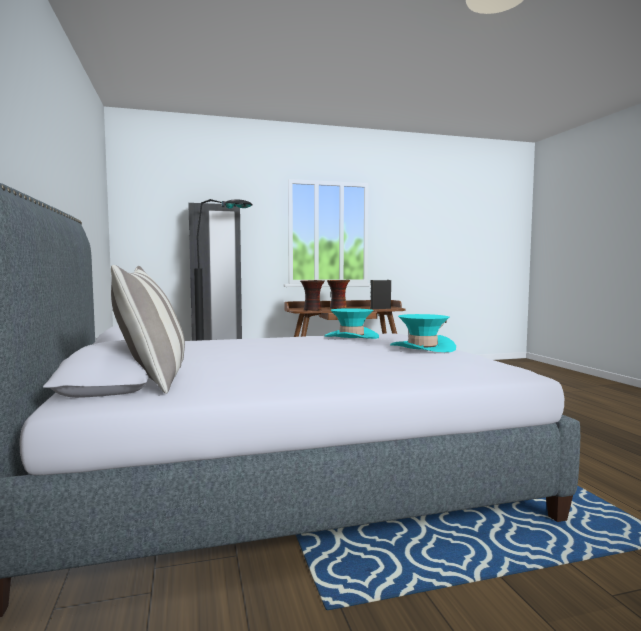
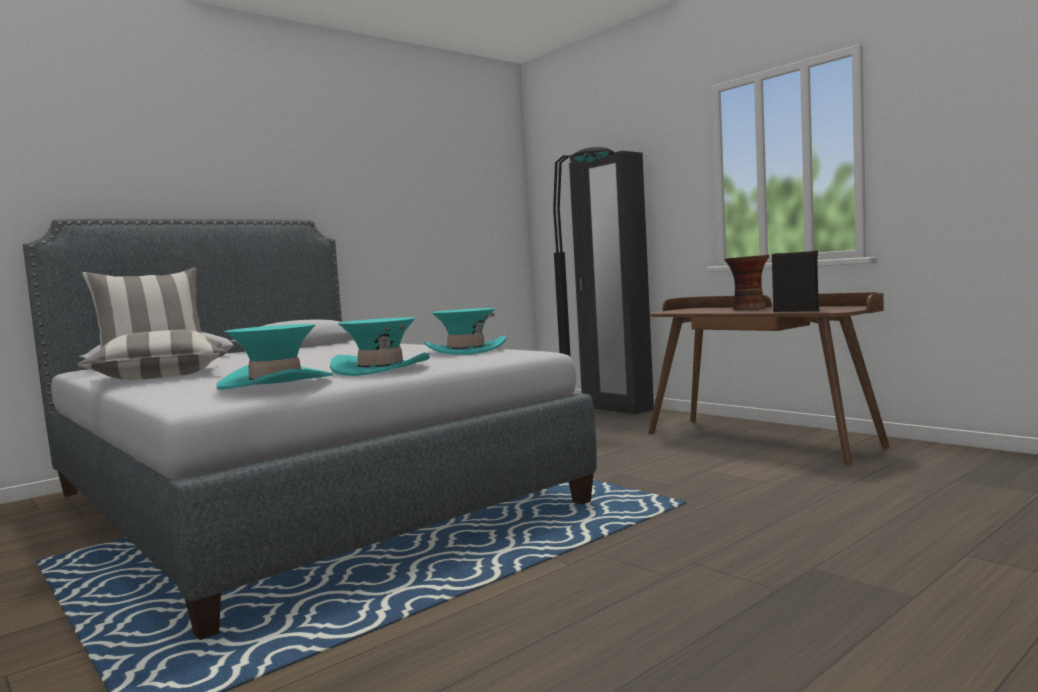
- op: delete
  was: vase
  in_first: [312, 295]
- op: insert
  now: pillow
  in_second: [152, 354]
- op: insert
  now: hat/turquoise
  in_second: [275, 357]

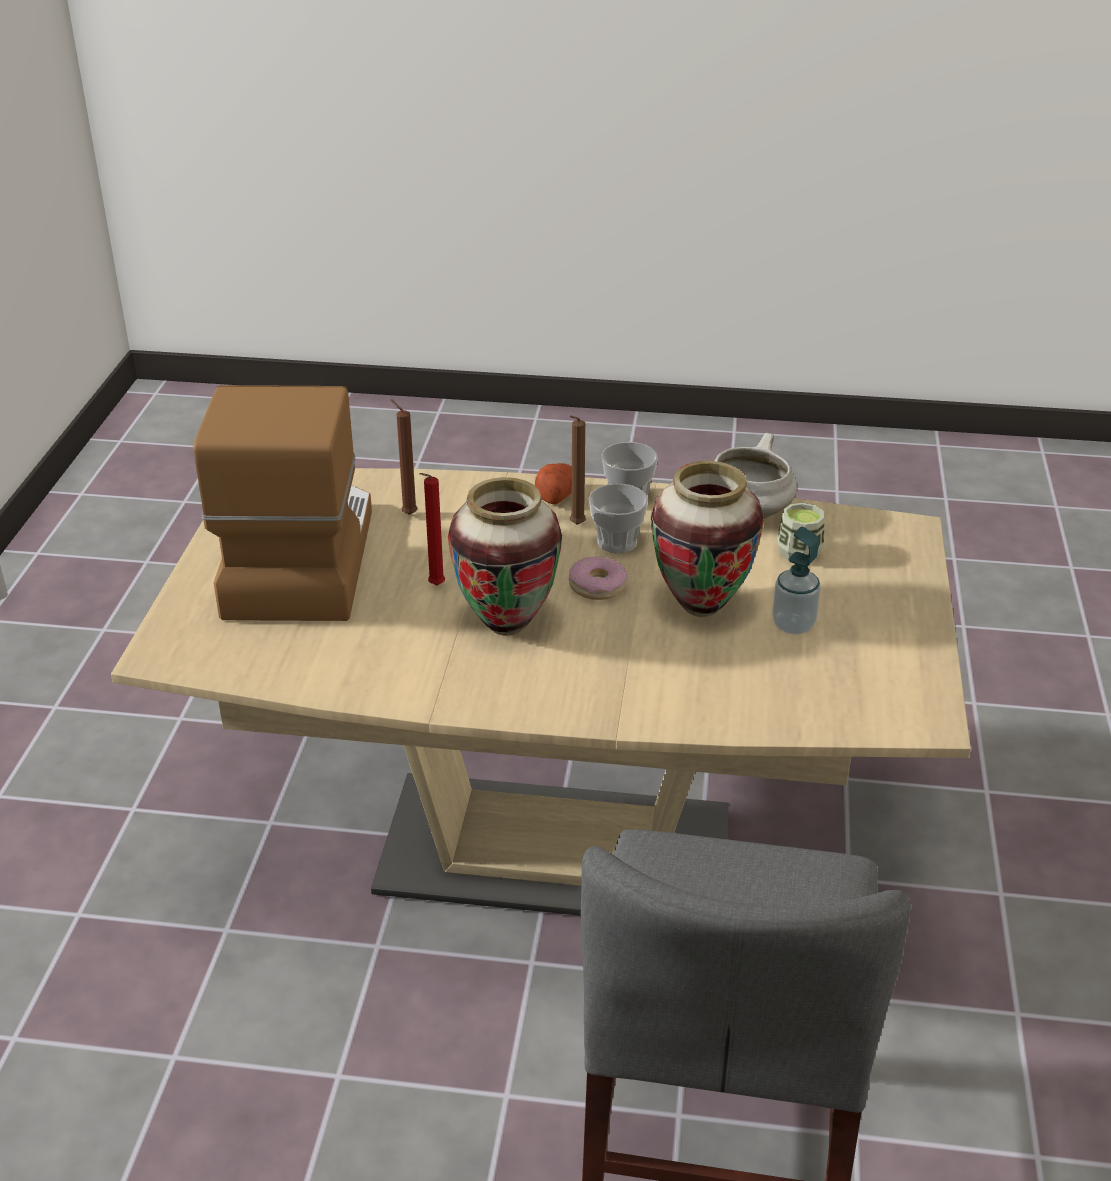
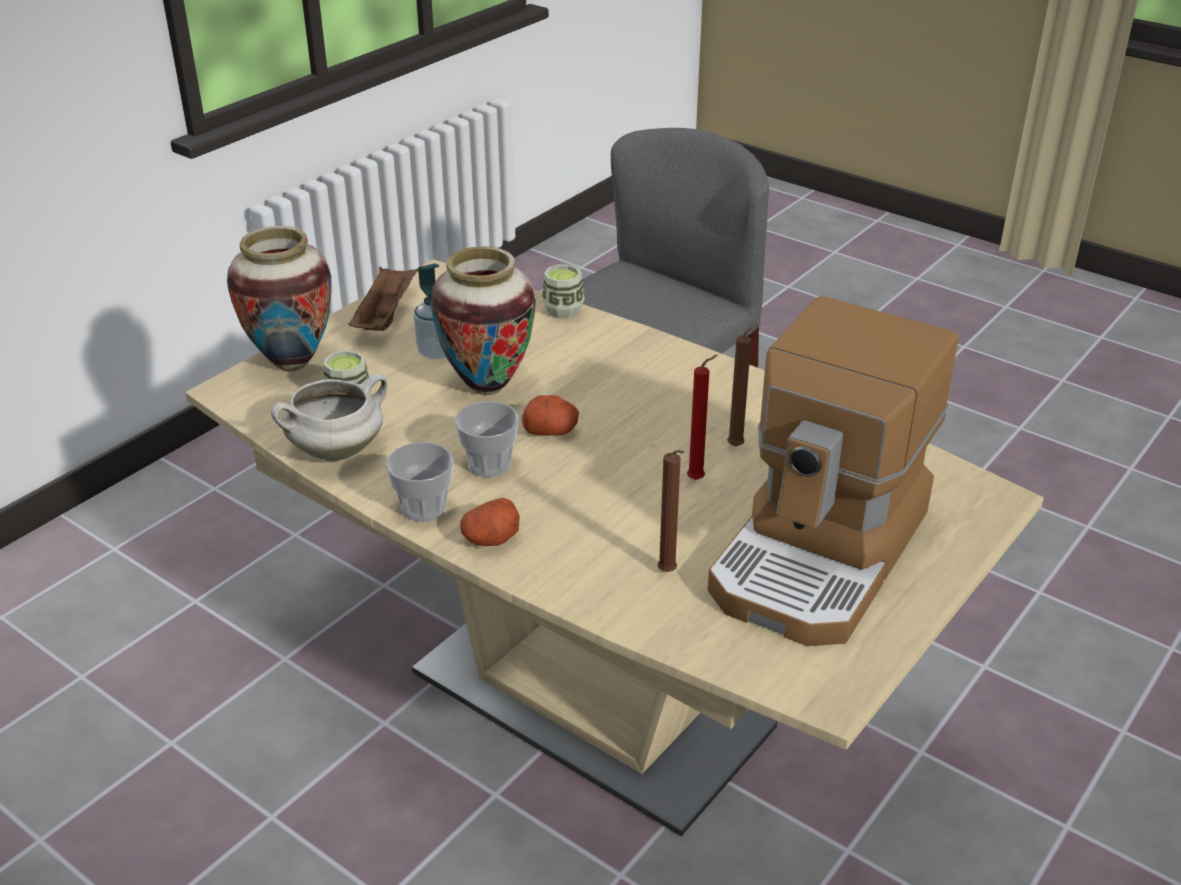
- op: insert
  now: tray/brown
  in_second: [383, 298]
- op: insert
  now: cup
  in_second: [563, 291]
- op: move
  was: vase
  in_first: [505, 556]
  in_second: [279, 298]
- op: move
  was: candle/brown
  in_first: [578, 470]
  in_second: [743, 385]
- op: replace
  was: donut
  now: potato
  in_first: [598, 578]
  in_second: [550, 415]

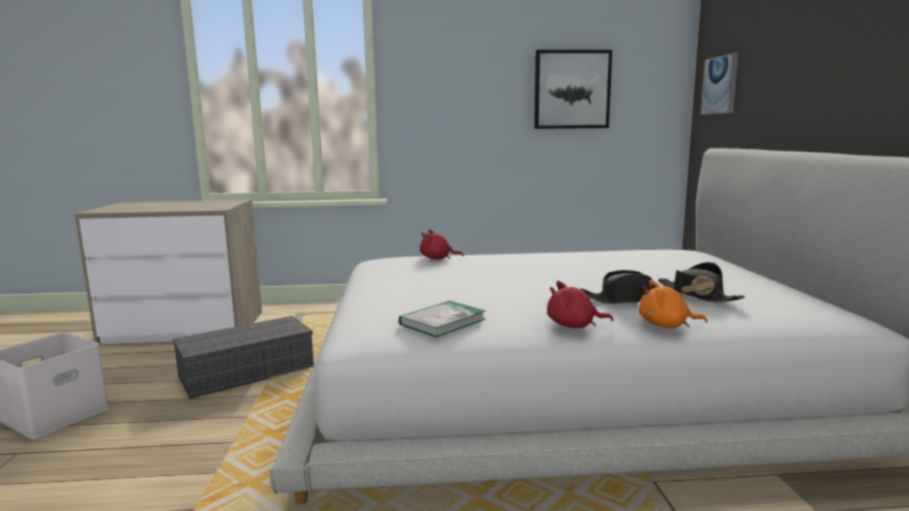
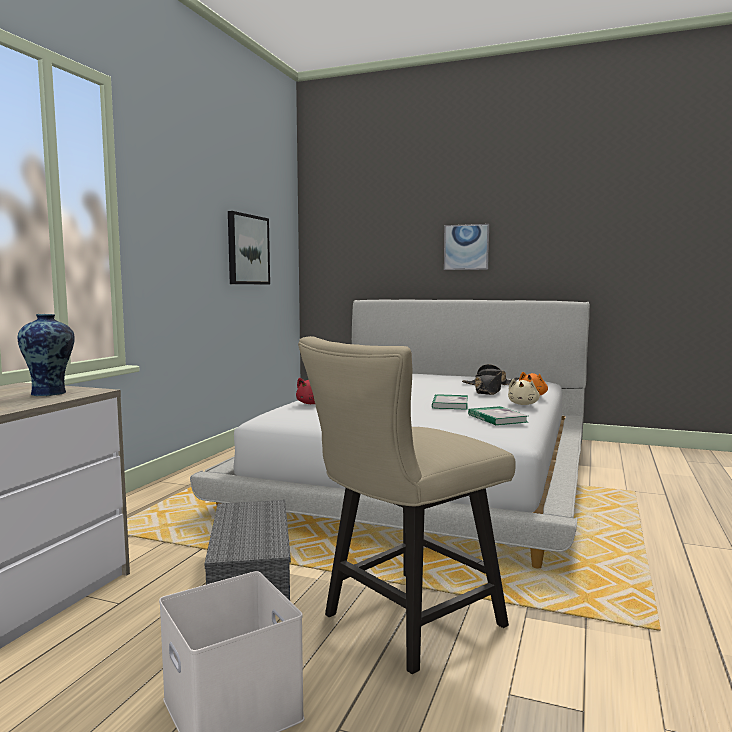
- op: insert
  now: vase
  in_second: [46, 355]
- op: insert
  now: chair/beige
  in_second: [407, 505]
- op: insert
  now: book
  in_second: [450, 402]
- op: move
  was: picture
  in_first: [719, 84]
  in_second: [466, 247]
- op: recolor
  was: plush toy/red
  now: plush toy/beige
  in_first: [580, 304]
  in_second: [524, 392]

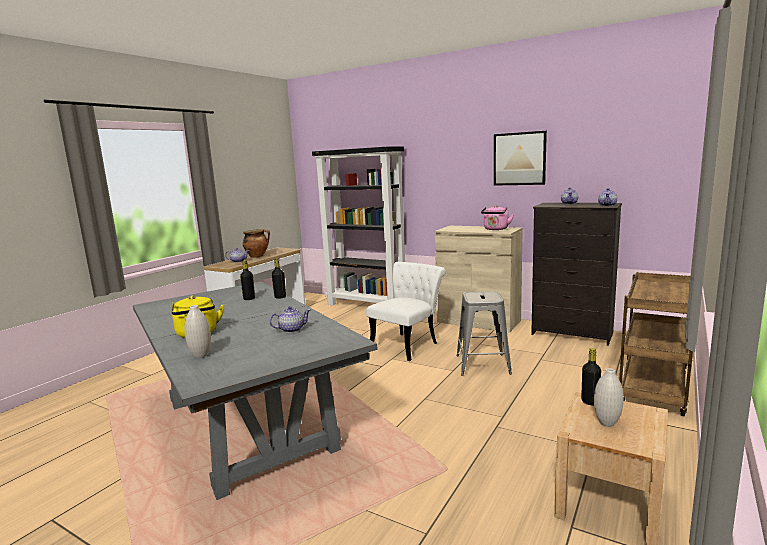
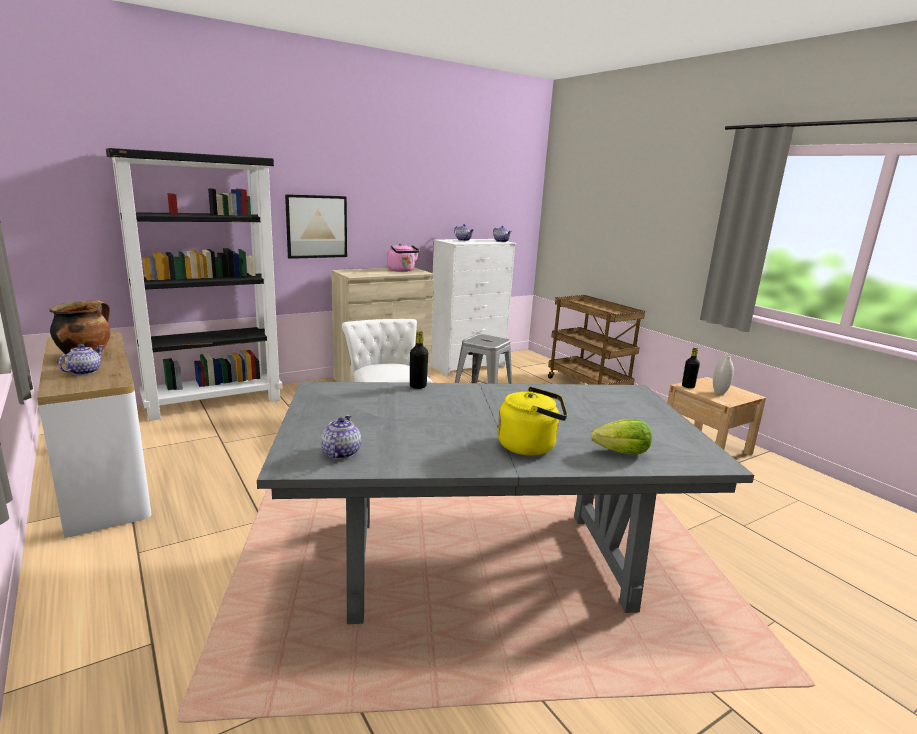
- op: delete
  was: bottle/black
  in_first: [247, 280]
- op: move
  was: teapot
  in_first: [290, 319]
  in_second: [341, 437]
- op: move
  was: picture
  in_first: [520, 158]
  in_second: [316, 226]
- op: replace
  was: vase/white
  now: lettuce
  in_first: [198, 331]
  in_second: [621, 437]
- op: recolor
  was: dresser/black
  now: dresser/white
  in_first: [576, 274]
  in_second: [473, 307]

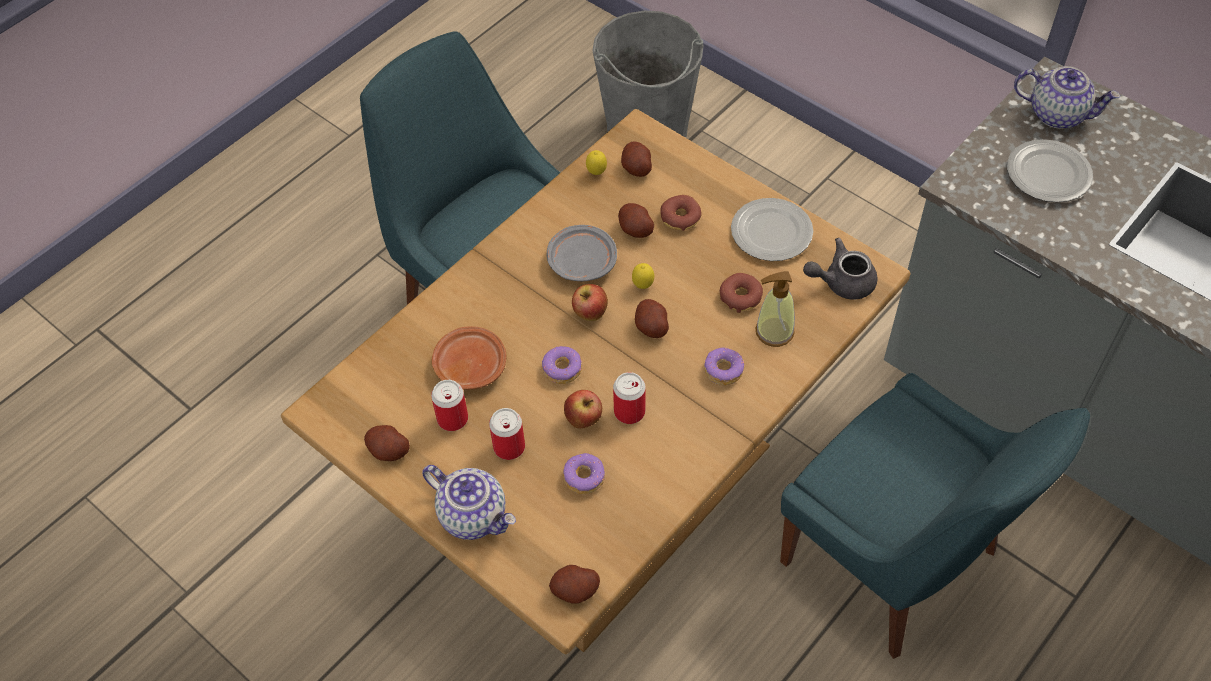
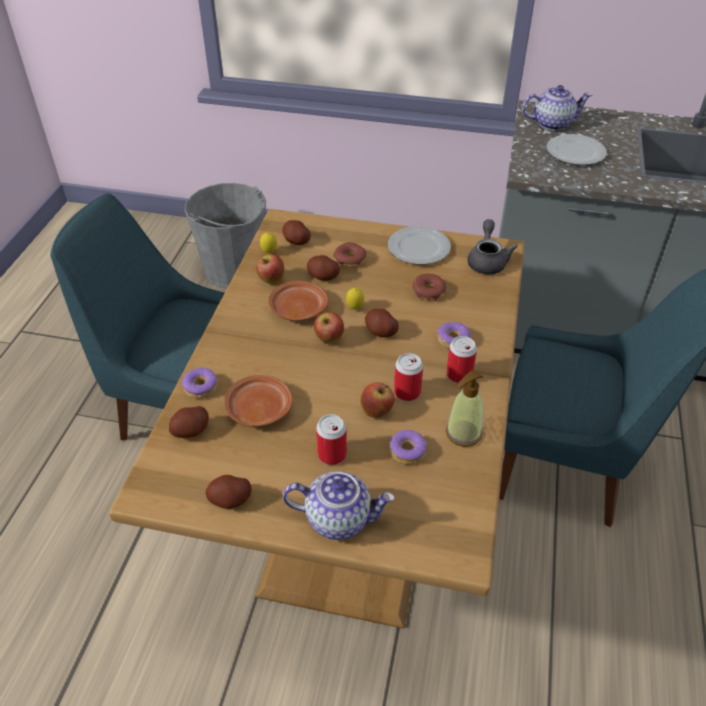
- op: insert
  now: apple
  in_second: [270, 269]
- op: move
  was: can
  in_first: [449, 405]
  in_second: [461, 359]
- op: move
  was: donut
  in_first: [562, 365]
  in_second: [200, 383]
- op: move
  was: potato
  in_first: [574, 584]
  in_second: [189, 422]
- op: move
  was: soap dispenser
  in_first: [775, 309]
  in_second: [464, 408]
- op: recolor
  was: plate/grey
  now: plate/brown
  in_first: [582, 253]
  in_second: [298, 301]
- op: rotate
  was: teapot/grey
  in_first: [840, 269]
  in_second: [492, 247]
  clockwise: 135

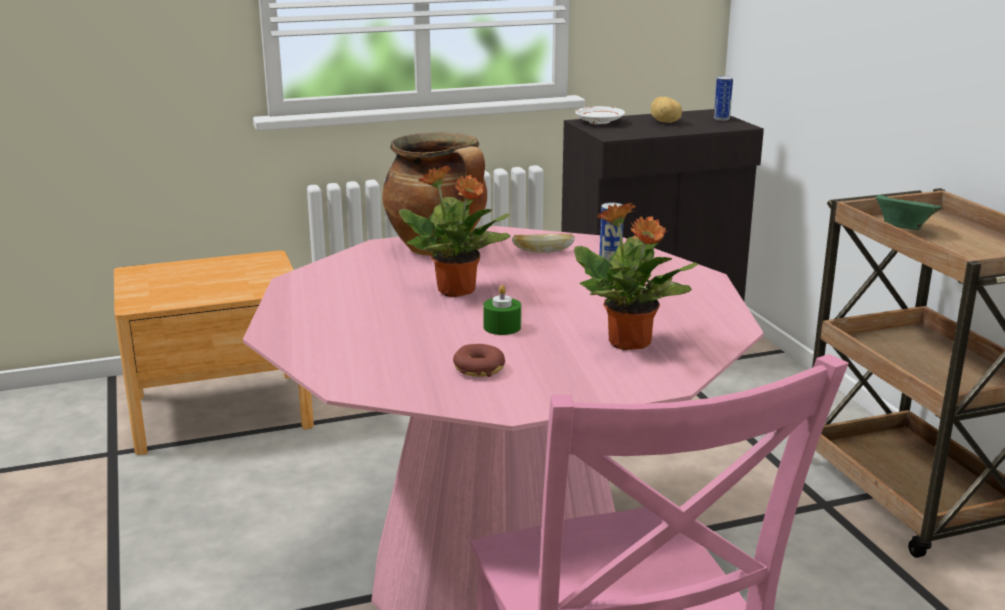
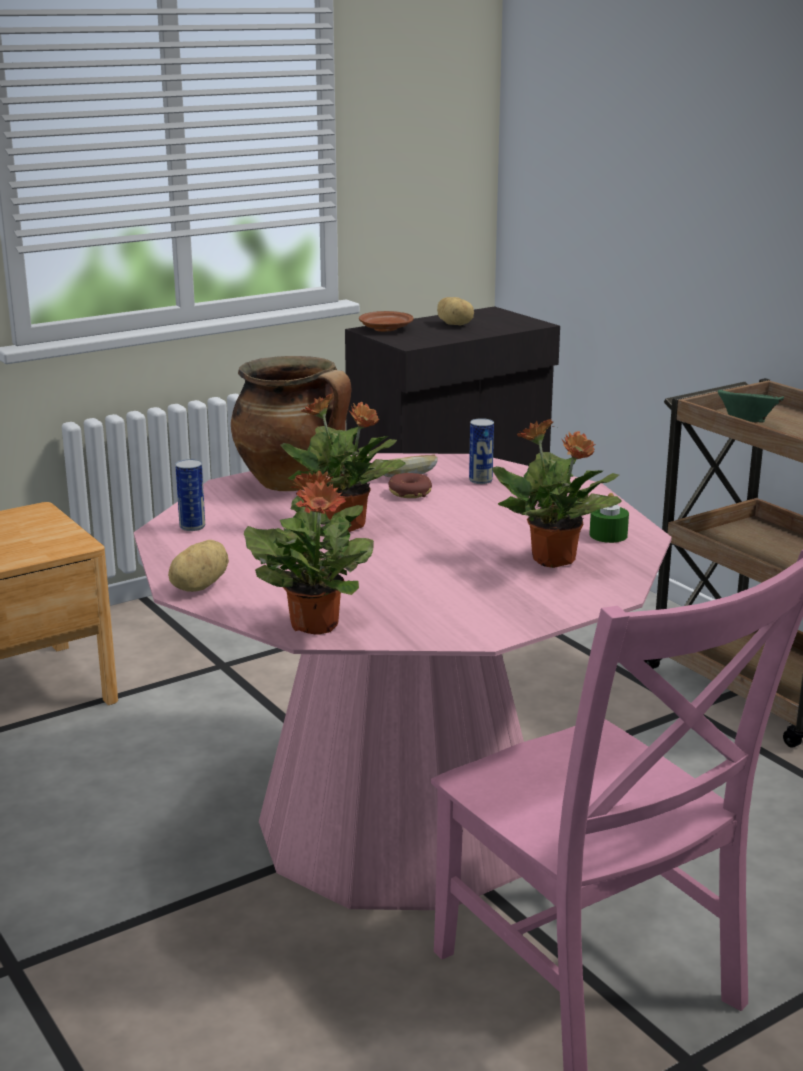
- op: insert
  now: potato
  in_second: [198, 566]
- op: insert
  now: potted plant
  in_second: [309, 553]
- op: move
  was: donut
  in_first: [479, 360]
  in_second: [410, 485]
- op: move
  was: candle/green
  in_first: [502, 310]
  in_second: [609, 518]
- op: move
  was: can
  in_first: [723, 98]
  in_second: [190, 495]
- op: recolor
  was: plate/white
  now: plate/brown
  in_first: [600, 115]
  in_second: [386, 321]

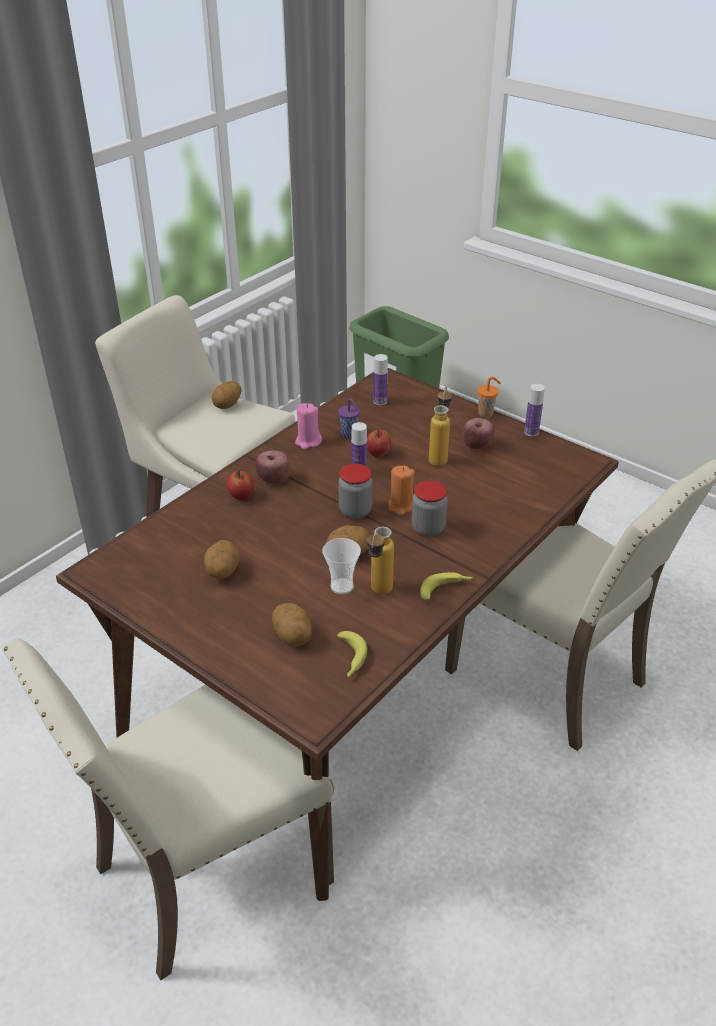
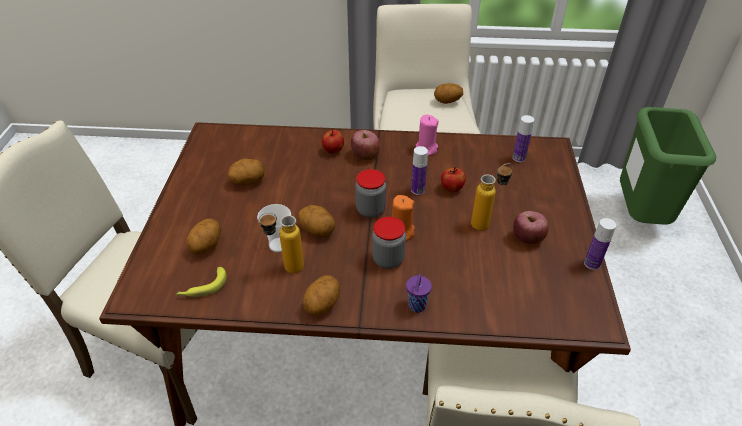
- op: delete
  was: cup/orange
  in_first: [489, 397]
- op: move
  was: cup/purple
  in_first: [349, 418]
  in_second: [419, 293]
- op: replace
  was: banana
  now: potato
  in_first: [446, 586]
  in_second: [321, 295]

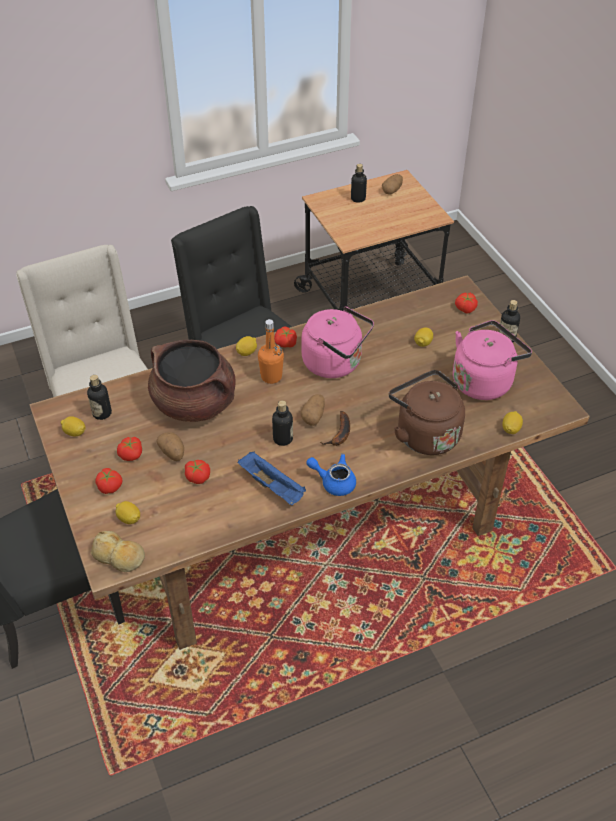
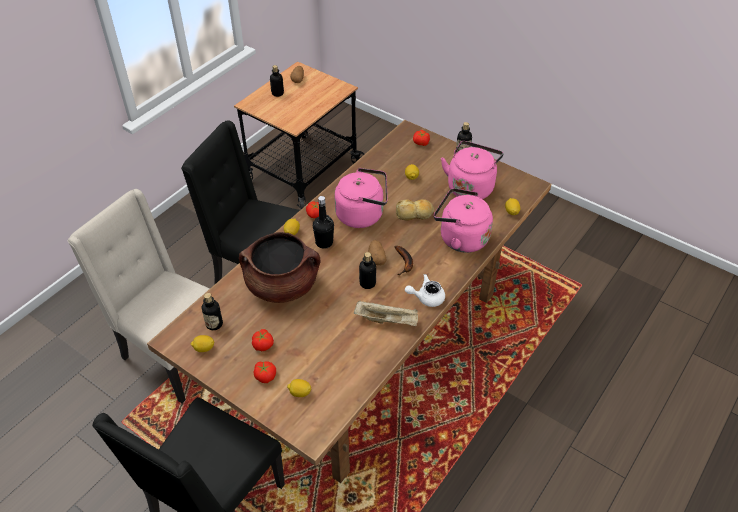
- op: delete
  was: potato
  in_first: [170, 446]
- op: delete
  was: tomato
  in_first: [197, 472]
- op: move
  was: bread
  in_first: [118, 551]
  in_second: [415, 210]
- op: recolor
  was: tray/blue
  now: tray/beige
  in_first: [272, 478]
  in_second: [386, 313]
- op: recolor
  was: bottle/orange
  now: bottle/black
  in_first: [271, 351]
  in_second: [323, 222]
- op: recolor
  was: teapot/blue
  now: teapot/white
  in_first: [331, 475]
  in_second: [425, 290]
- op: recolor
  was: kettle/brown
  now: kettle/pink
  in_first: [427, 412]
  in_second: [463, 220]

